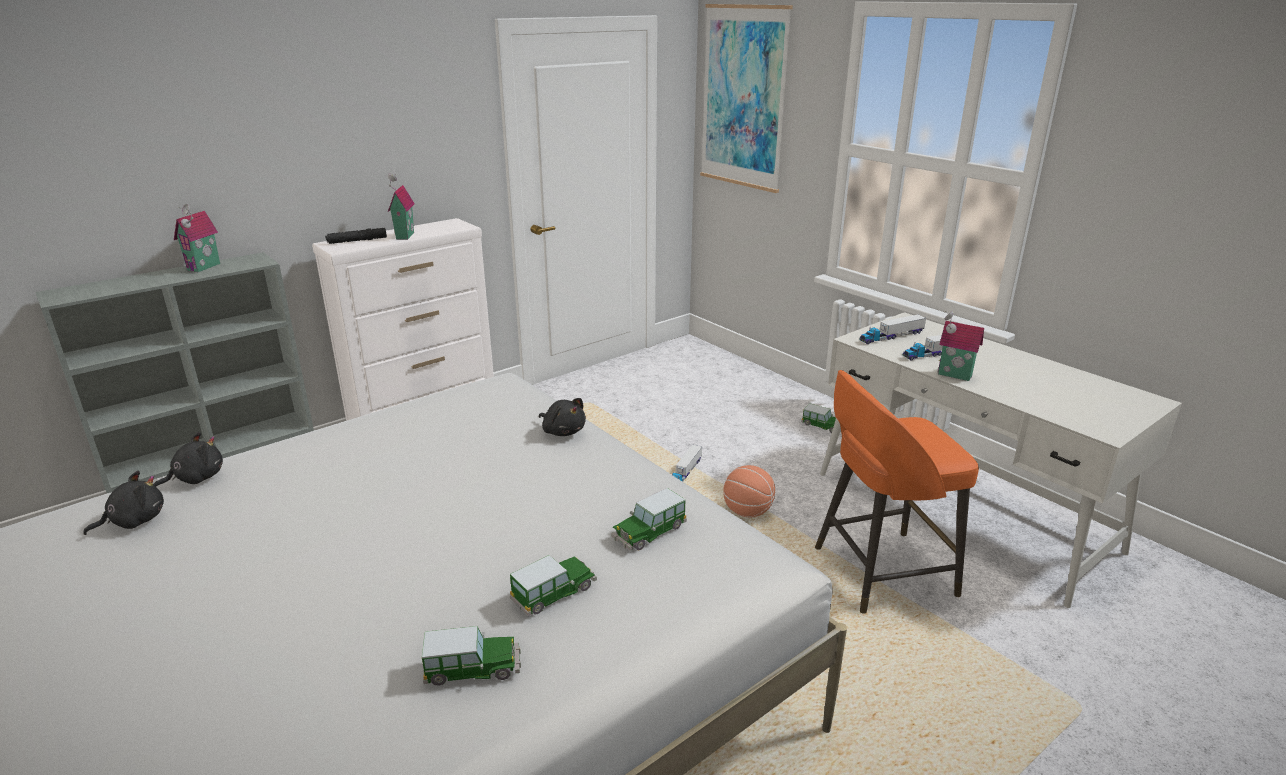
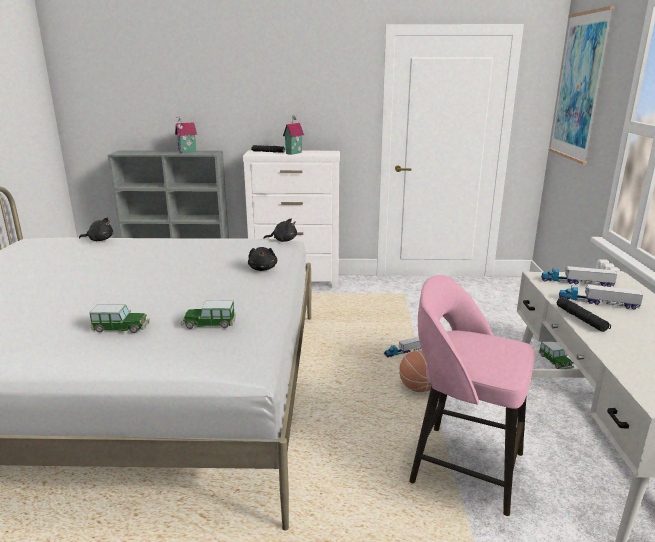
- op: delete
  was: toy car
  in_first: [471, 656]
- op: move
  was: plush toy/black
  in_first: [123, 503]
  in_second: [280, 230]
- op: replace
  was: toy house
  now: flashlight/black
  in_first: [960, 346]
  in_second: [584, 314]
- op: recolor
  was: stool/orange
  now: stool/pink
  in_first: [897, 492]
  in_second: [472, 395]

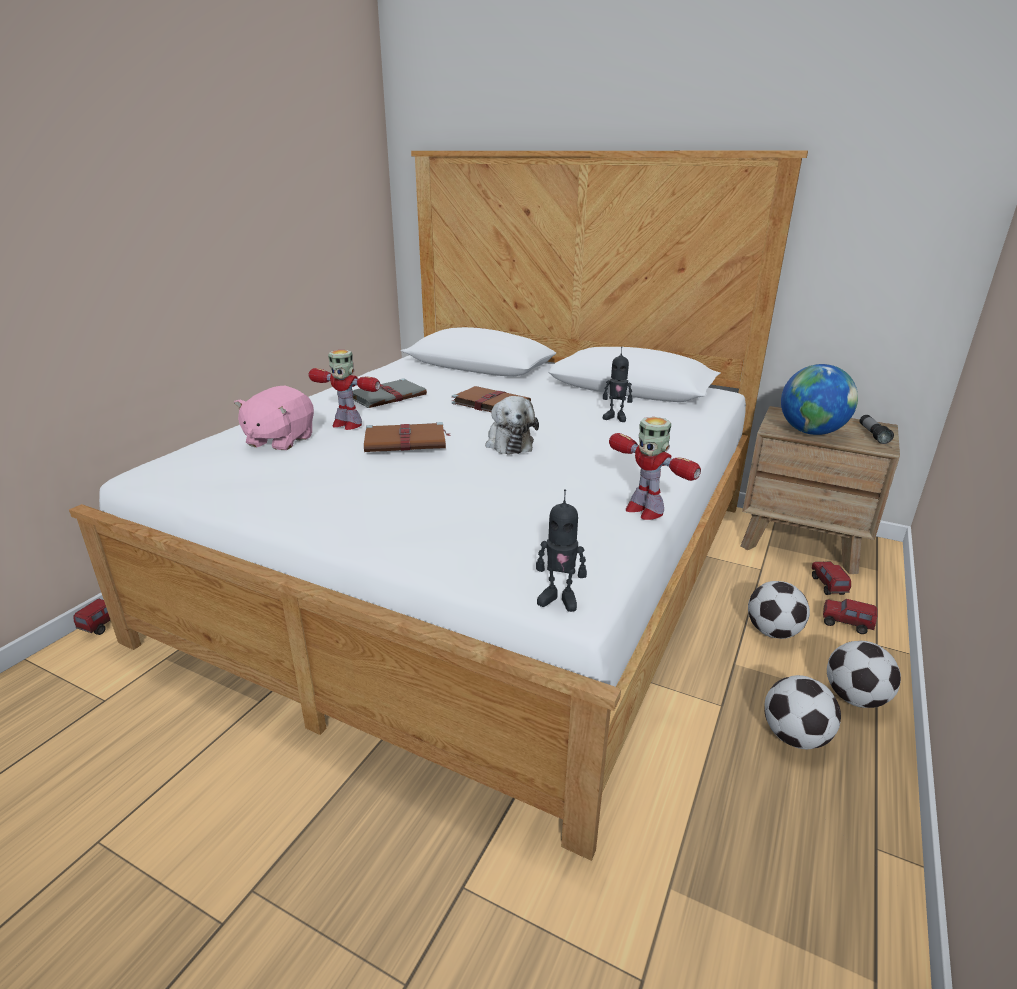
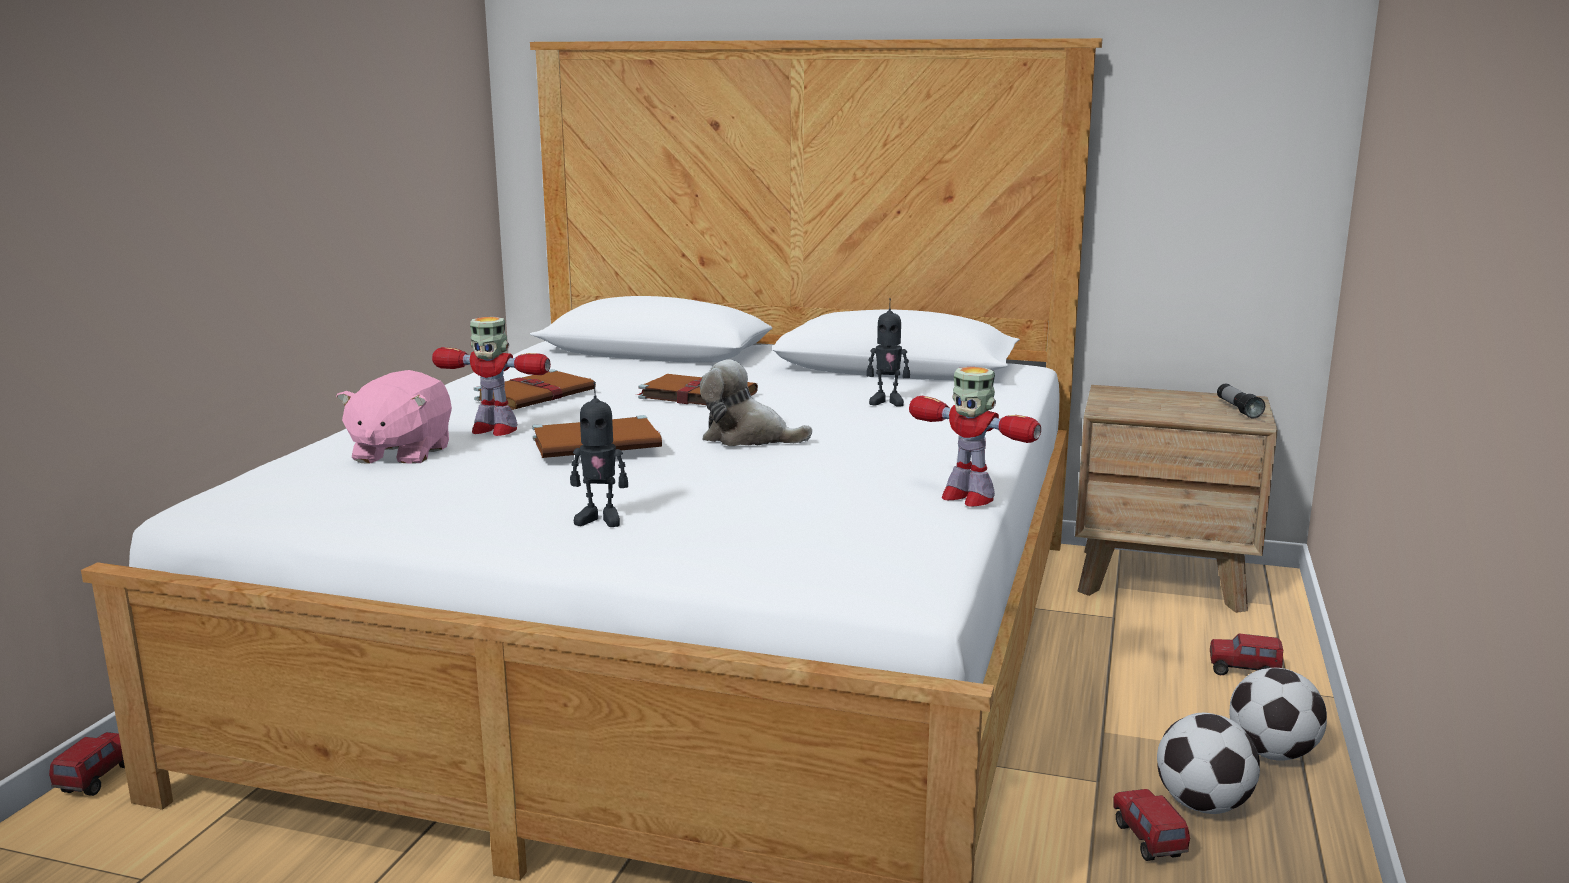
- op: delete
  was: football
  in_first: [779, 610]
- op: delete
  was: globe
  in_first: [819, 399]
- op: move
  was: toy robot
  in_first: [561, 550]
  in_second: [599, 454]
- op: move
  was: toy truck
  in_first: [831, 578]
  in_second: [1151, 825]
- op: recolor
  was: book/grey
  now: book/brown
  in_first: [389, 393]
  in_second: [535, 389]
- op: rotate
  was: plush toy
  in_first: [512, 425]
  in_second: [756, 402]
  clockwise: 135

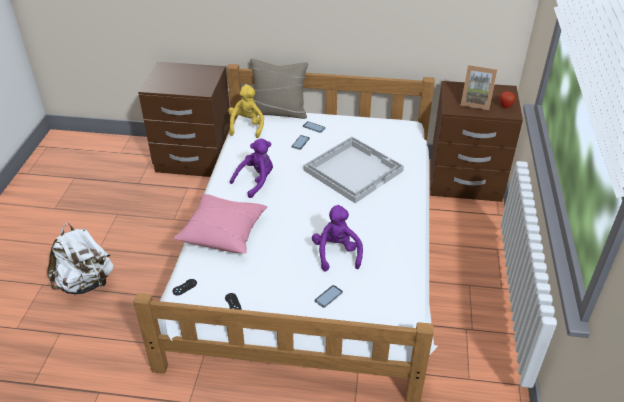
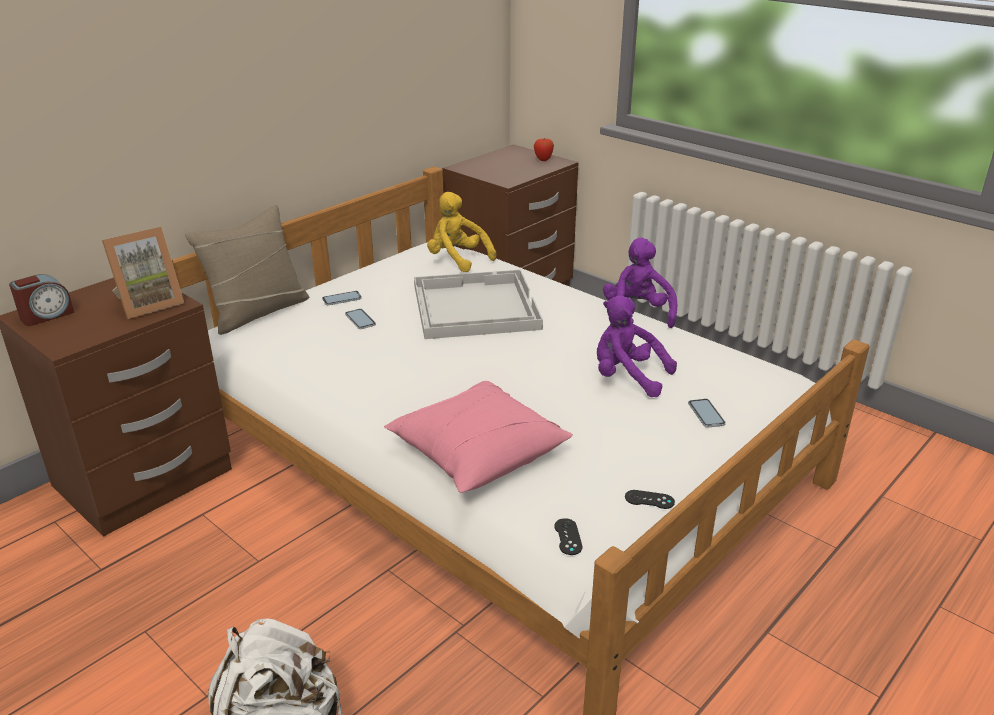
- op: insert
  now: alarm clock
  in_second: [41, 300]
- op: move
  was: plush toy/yellow
  in_first: [246, 111]
  in_second: [461, 232]
- op: move
  was: plush toy/purple
  in_first: [251, 168]
  in_second: [640, 283]
- op: move
  was: picture frame
  in_first: [479, 87]
  in_second: [143, 273]

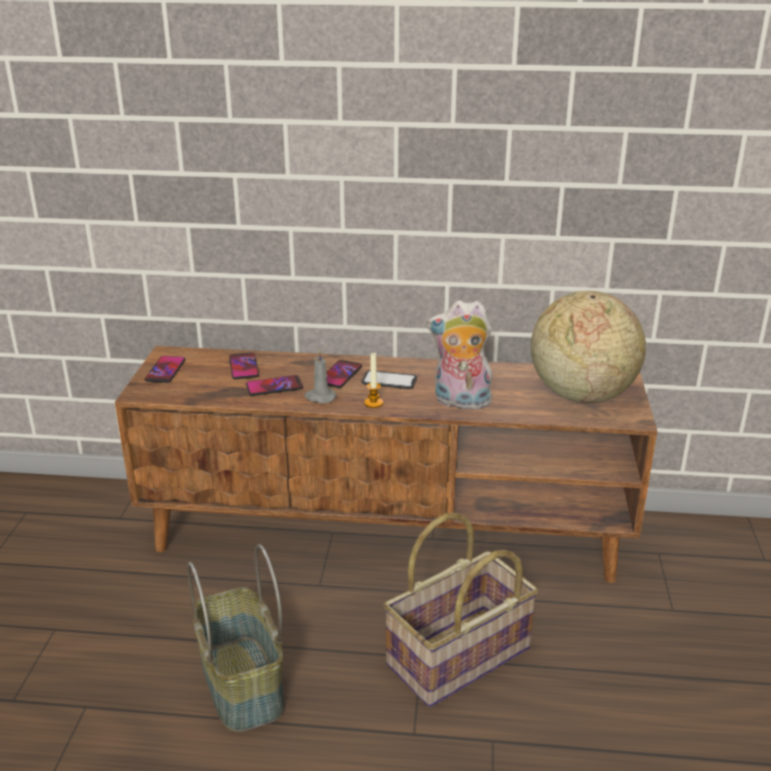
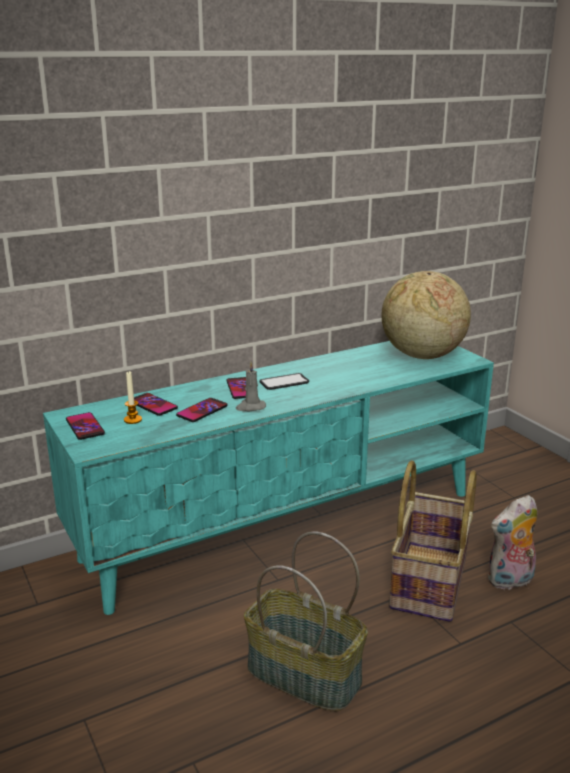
- op: move
  was: candle
  in_first: [373, 380]
  in_second: [133, 397]
- op: move
  was: plush toy
  in_first: [459, 355]
  in_second: [512, 542]
- op: recolor
  was: tv stand/brown
  now: tv stand/turquoise
  in_first: [386, 464]
  in_second: [268, 478]

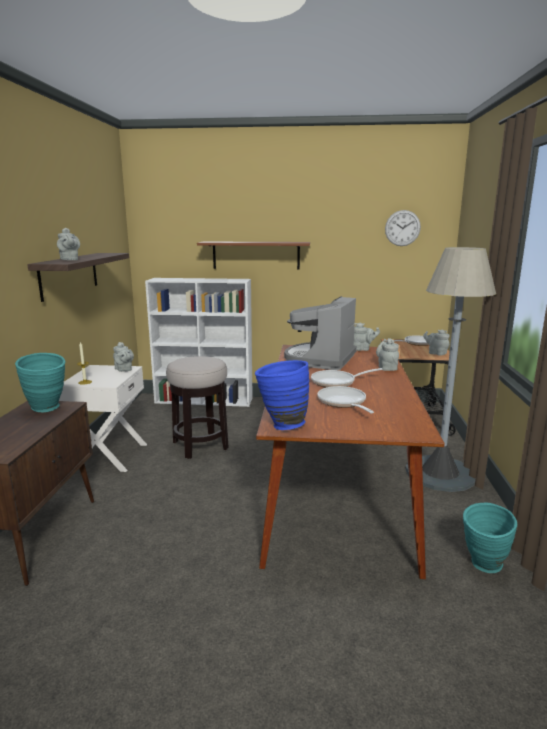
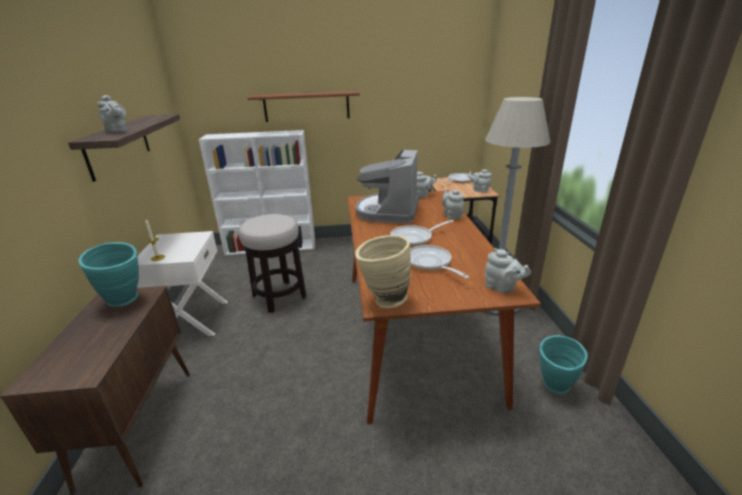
- op: delete
  was: wall clock
  in_first: [403, 228]
- op: move
  was: teapot/grey
  in_first: [123, 357]
  in_second: [508, 271]
- op: recolor
  was: vase/blue
  now: vase/beige
  in_first: [282, 395]
  in_second: [383, 271]

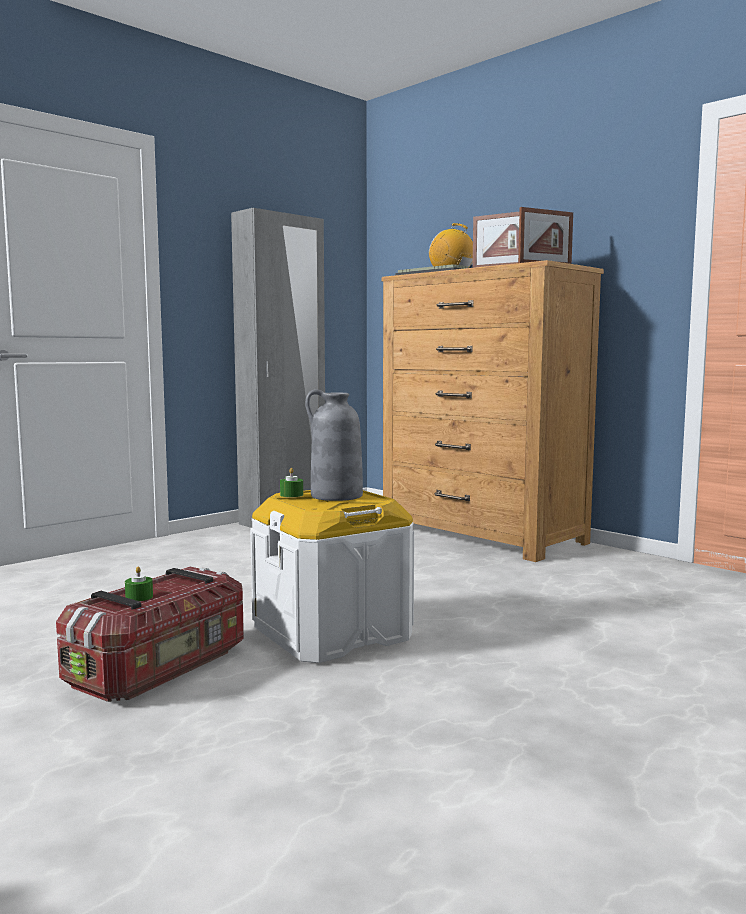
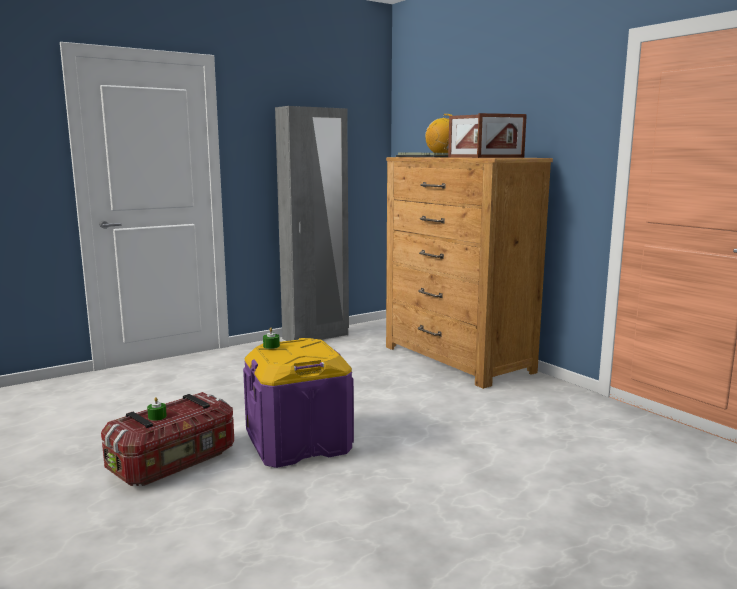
- op: delete
  was: vase/grey
  in_first: [334, 445]
- op: recolor
  was: storage box/white
  now: storage box/purple
  in_first: [332, 576]
  in_second: [298, 403]

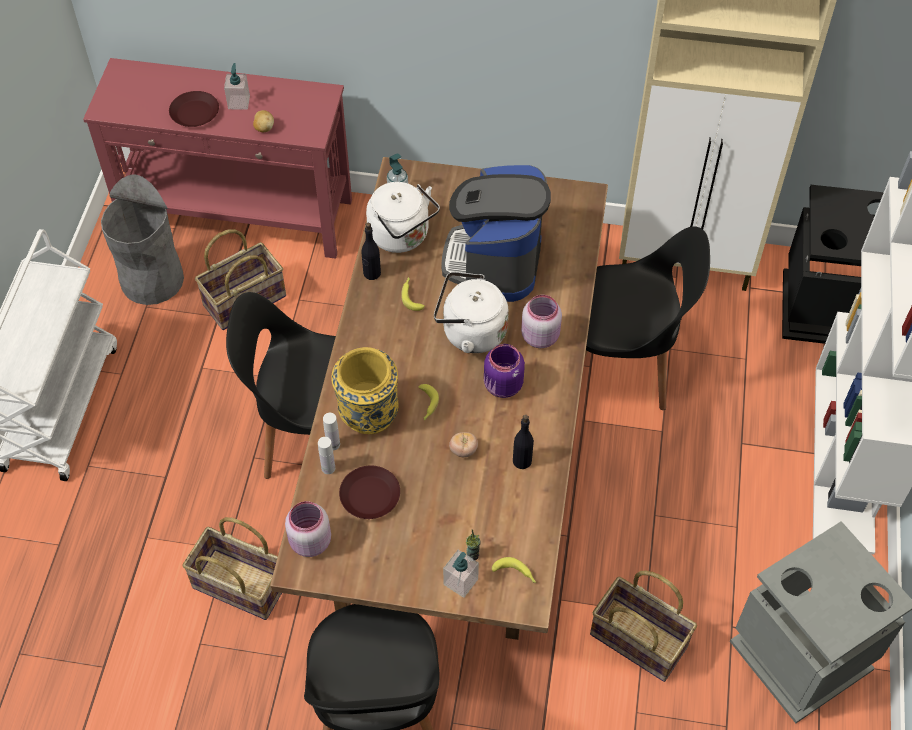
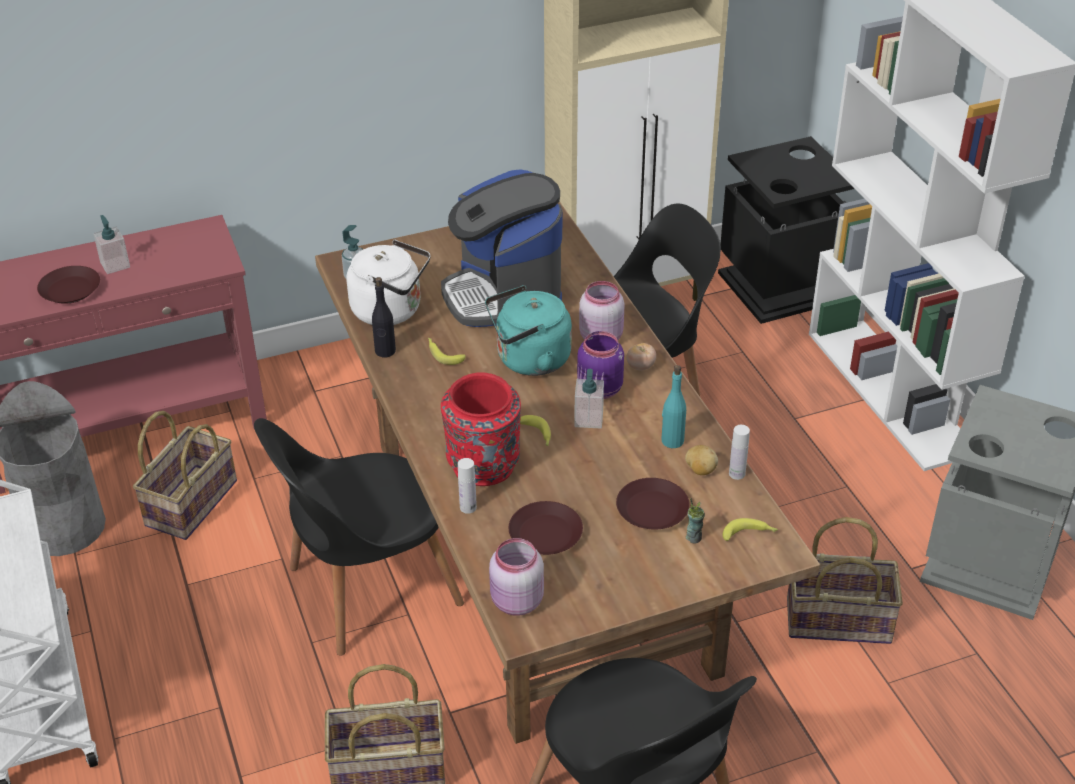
- op: insert
  now: plate/brown
  in_second: [653, 504]
- op: move
  was: potato
  in_first: [263, 121]
  in_second: [701, 460]
- op: move
  was: bottle/white
  in_first: [326, 455]
  in_second: [739, 452]
- op: move
  was: soap dispenser
  in_first: [461, 574]
  in_second: [589, 398]
- op: move
  was: tomato
  in_first: [463, 444]
  in_second: [641, 356]
- op: recolor
  was: vase/yellow
  now: vase/red
  in_first: [365, 390]
  in_second: [481, 429]
- op: recolor
  was: kettle/white
  now: kettle/turquoise
  in_first: [471, 312]
  in_second: [528, 330]
- op: recolor
  was: bottle/black
  now: bottle/turquoise
  in_first: [523, 442]
  in_second: [674, 406]

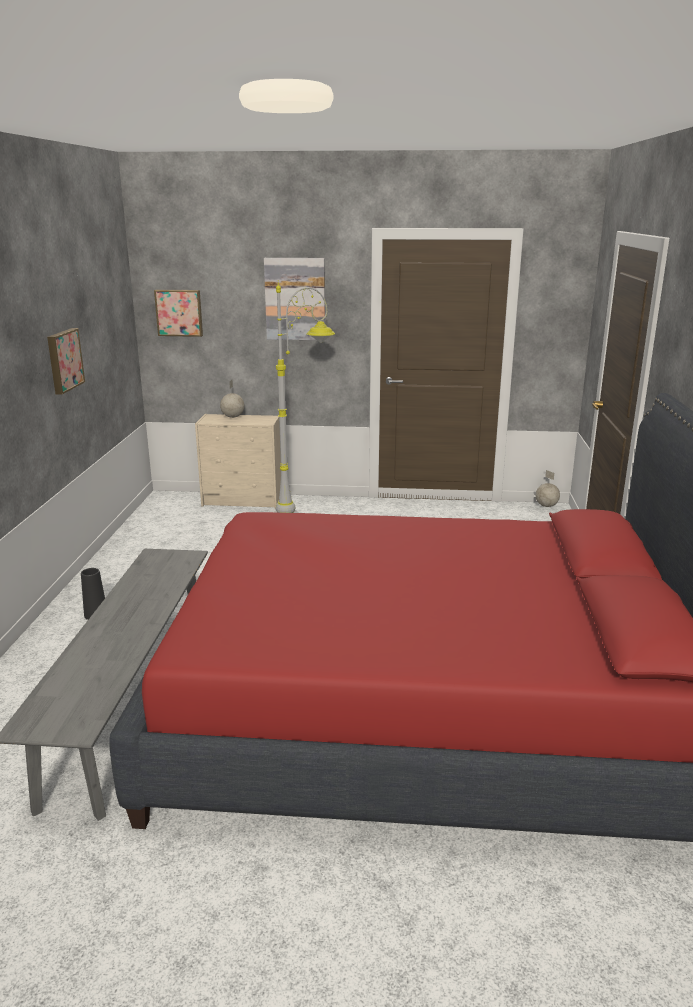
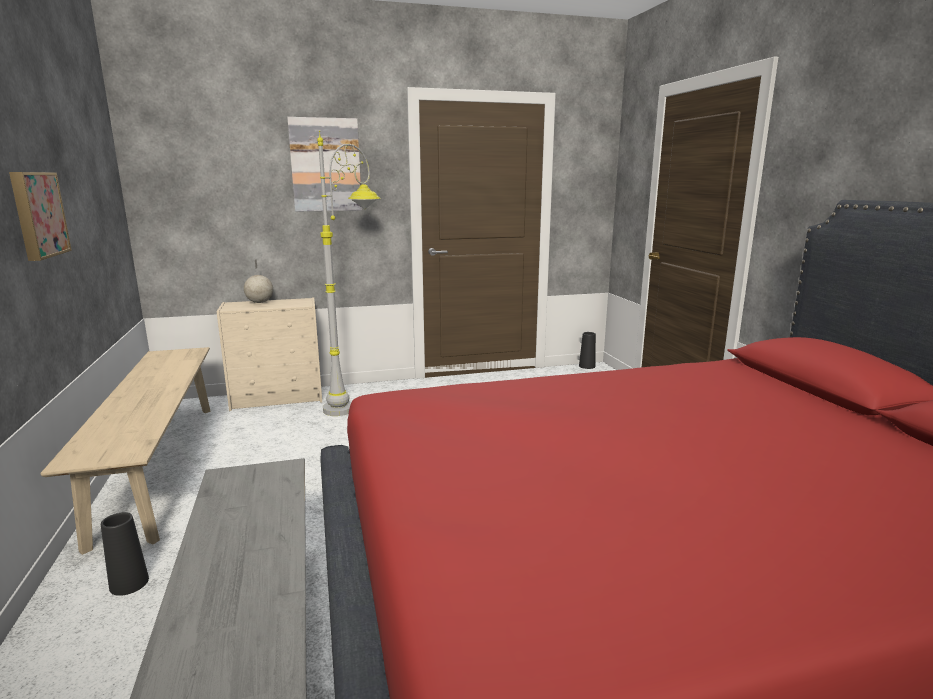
- op: delete
  was: picture
  in_first: [178, 313]
- op: insert
  now: bench/beige
  in_second: [125, 451]
- op: replace
  was: globe
  now: vase/black
  in_first: [548, 488]
  in_second: [587, 350]

